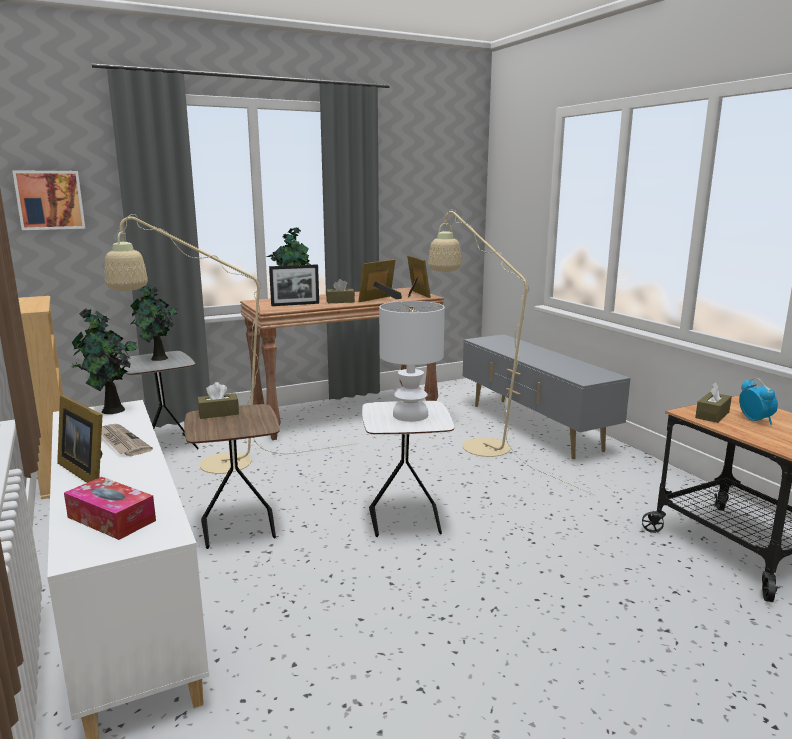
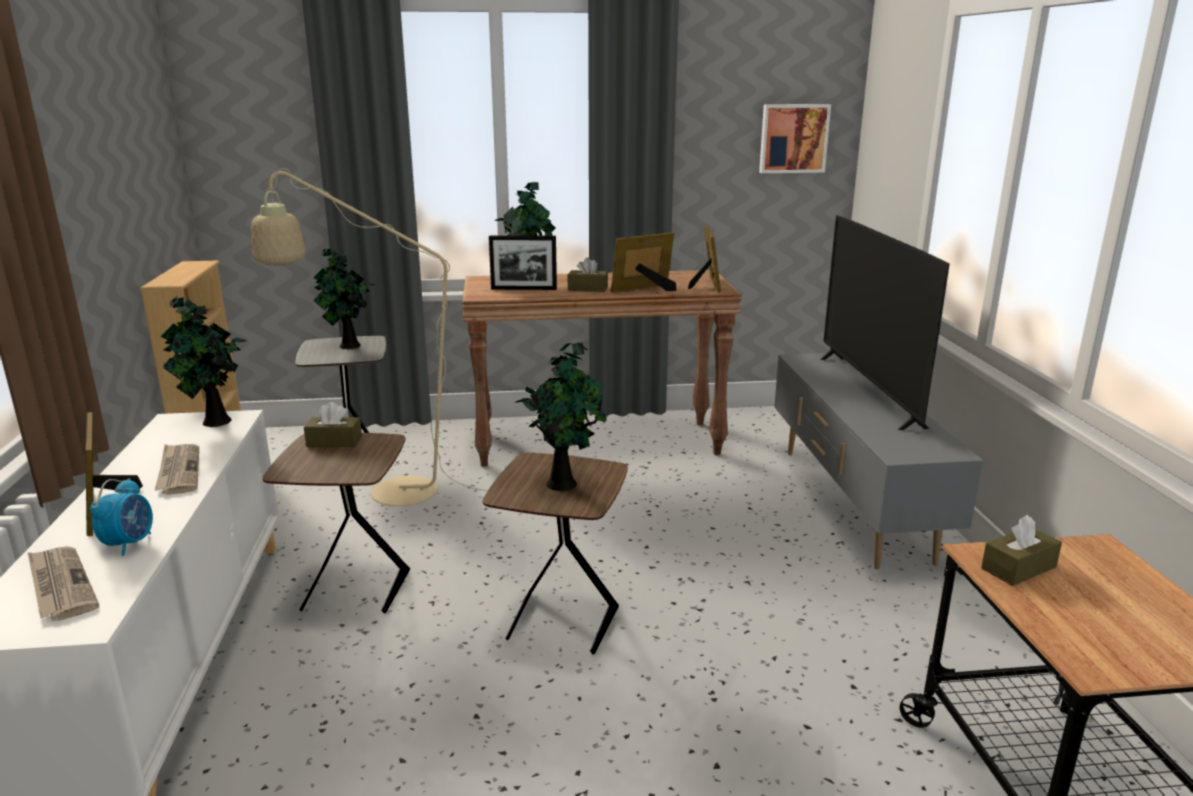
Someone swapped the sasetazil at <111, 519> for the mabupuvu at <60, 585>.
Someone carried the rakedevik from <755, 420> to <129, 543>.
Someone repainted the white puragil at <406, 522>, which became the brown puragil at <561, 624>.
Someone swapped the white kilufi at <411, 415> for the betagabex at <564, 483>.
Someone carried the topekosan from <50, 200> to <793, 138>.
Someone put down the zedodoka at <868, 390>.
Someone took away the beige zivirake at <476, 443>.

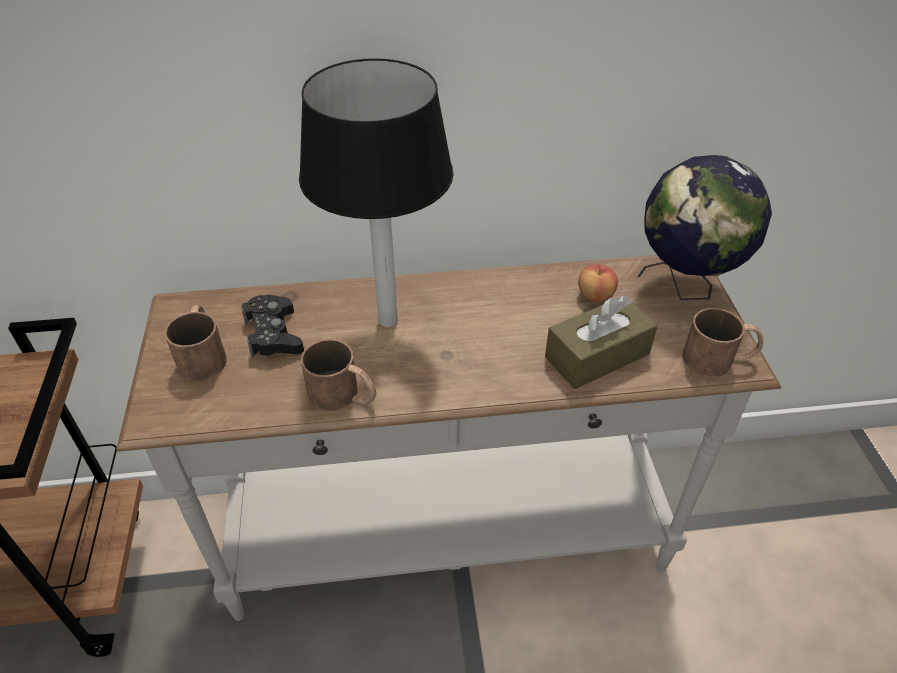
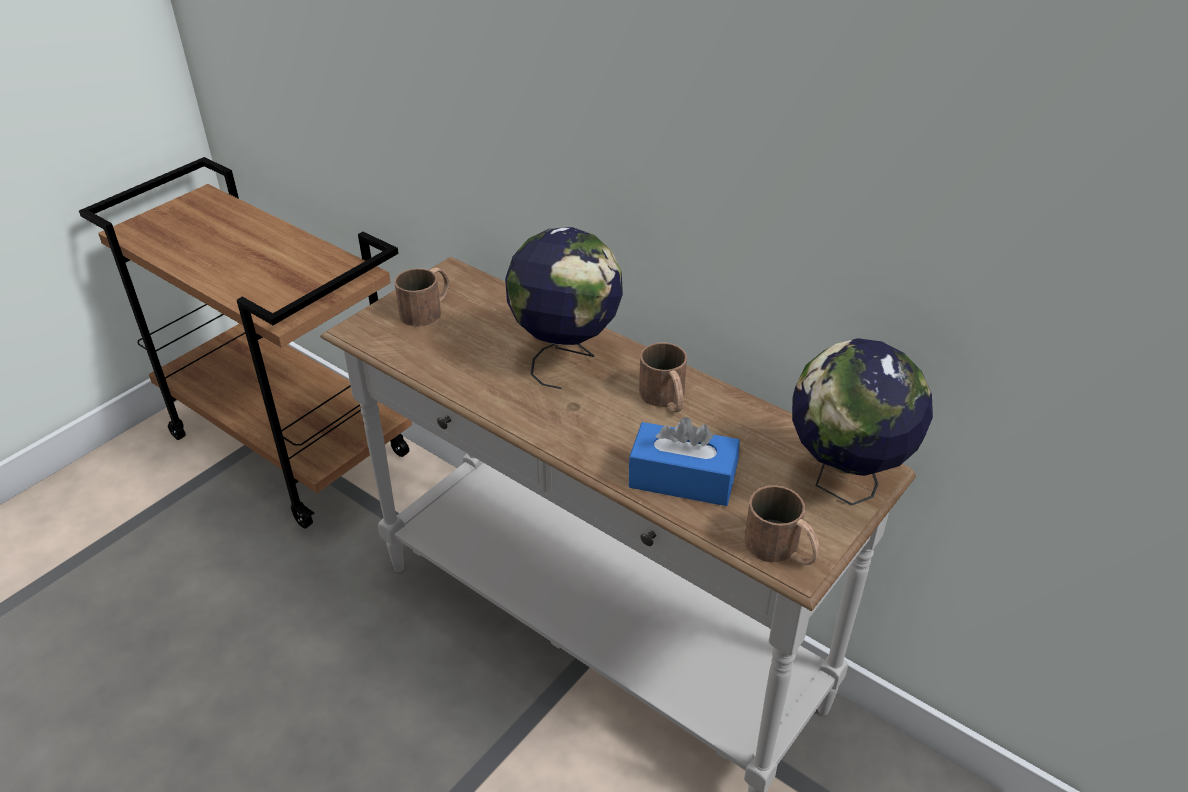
Someone swapped the kilufi at <386, 320> for the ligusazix at <565, 358>.
Someone repainted the brown sasetazil at <597, 355>, which became the blue sasetazil at <682, 479>.
Someone carried the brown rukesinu from <344, 396> to <666, 399>.
Someone took away the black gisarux at <273, 334>.
Someone took away the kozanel at <595, 295>.

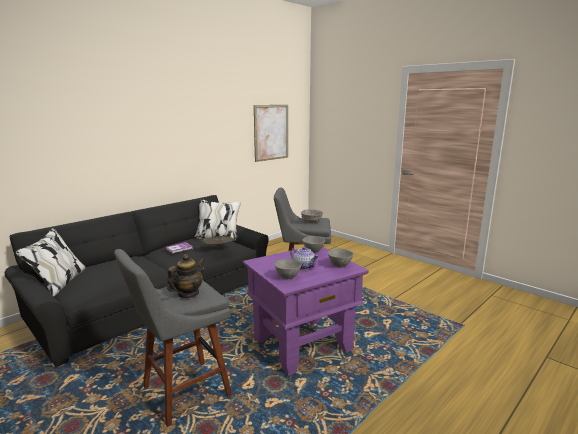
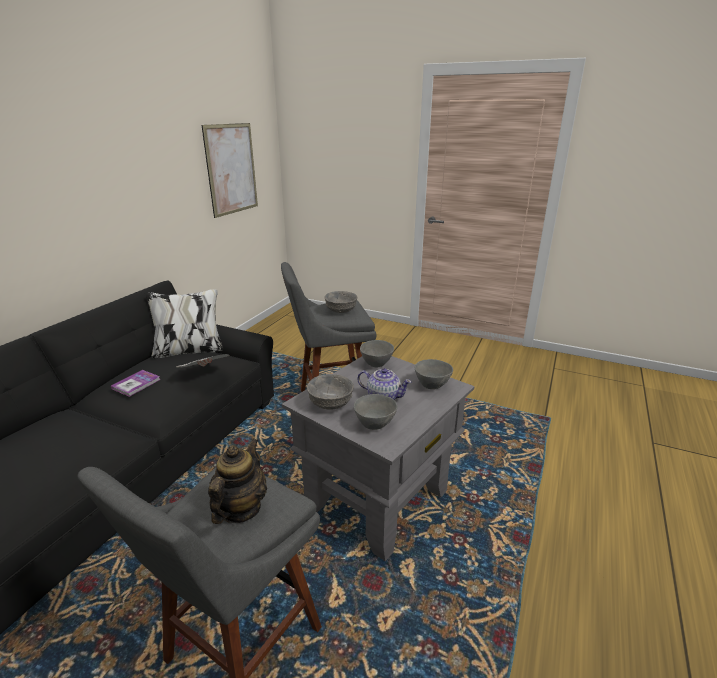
Someone repainted the purple puragil at <303, 345>, which became the grey puragil at <378, 500>.
Someone put down the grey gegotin at <330, 404>.

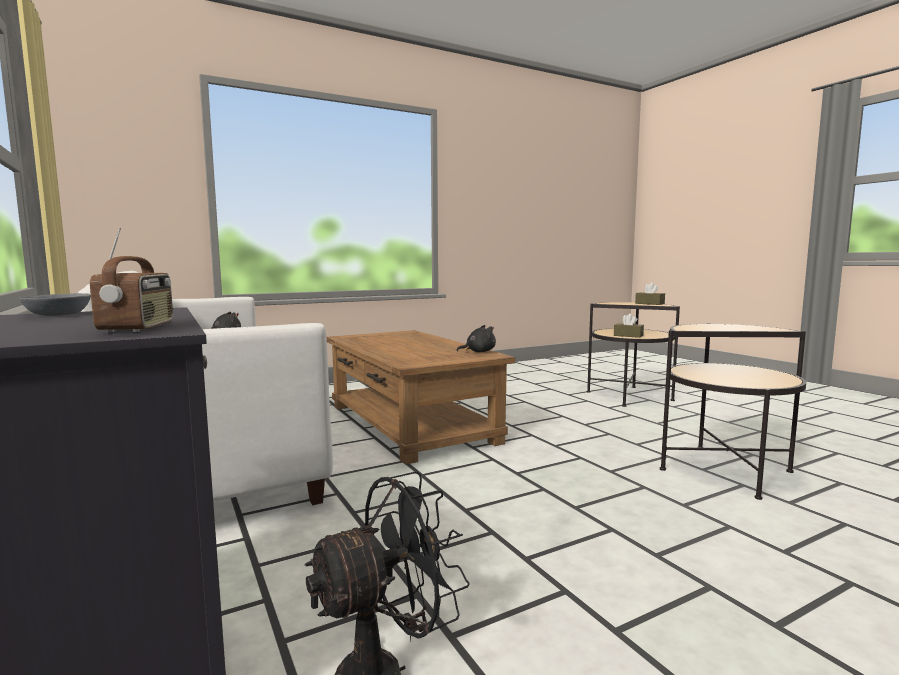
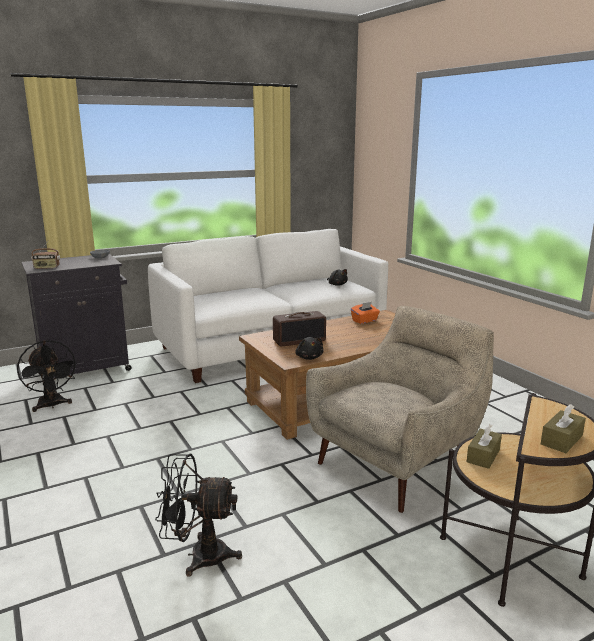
Someone swapped the puragil at <725, 470> for the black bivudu at <199, 555>.
Someone put down the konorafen at <299, 340>.
Someone put down the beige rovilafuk at <397, 464>.
Someone put down the orange sasetazil at <364, 321>.

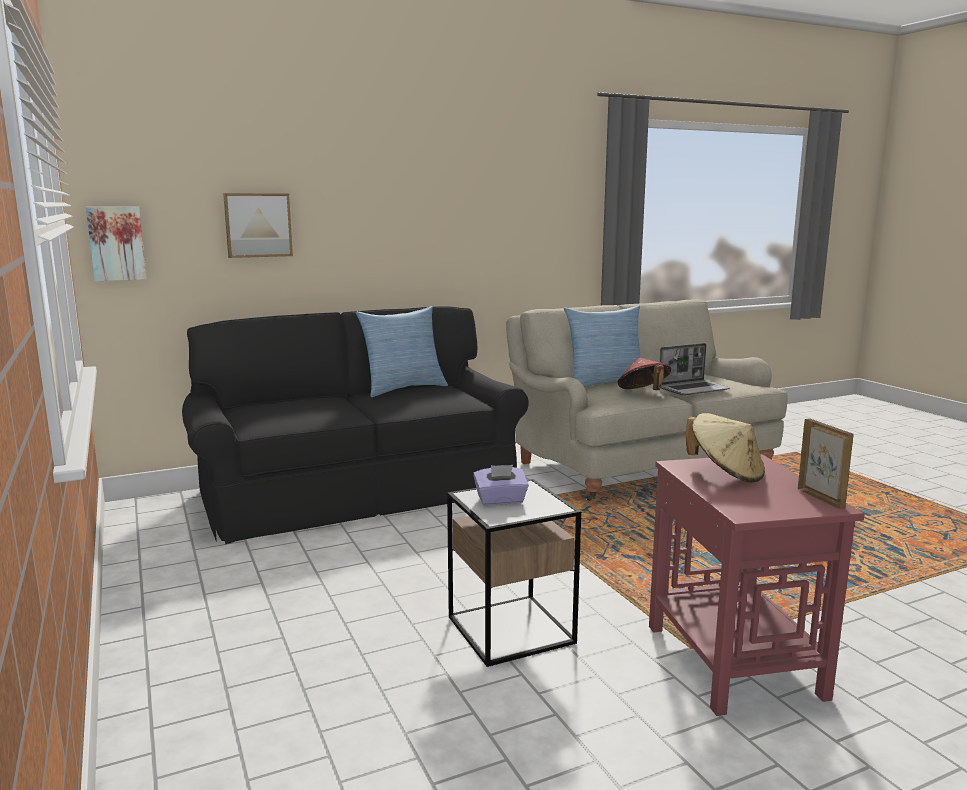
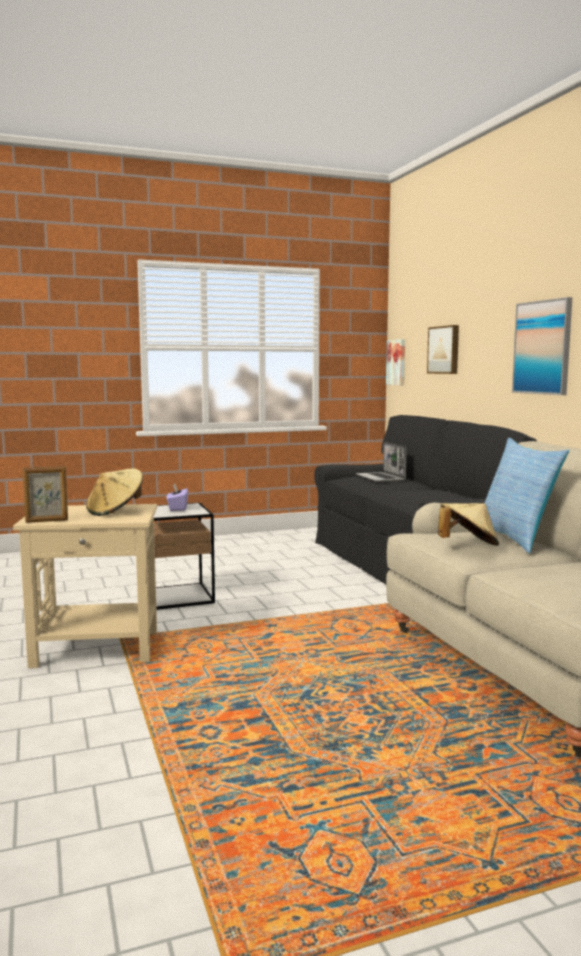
Someone repainted the red puragil at <734, 660>, which became the beige puragil at <96, 648>.
Someone carried the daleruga from <693, 389> to <381, 478>.
Someone repainted the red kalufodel at <643, 393>, which became the beige kalufodel at <467, 545>.
Someone put up the topekosan at <542, 347>.
Someone took away the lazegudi at <403, 388>.

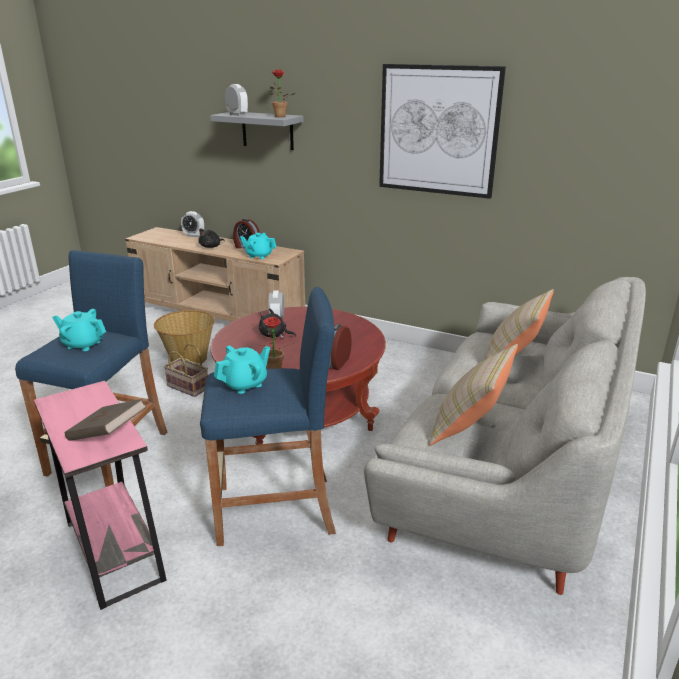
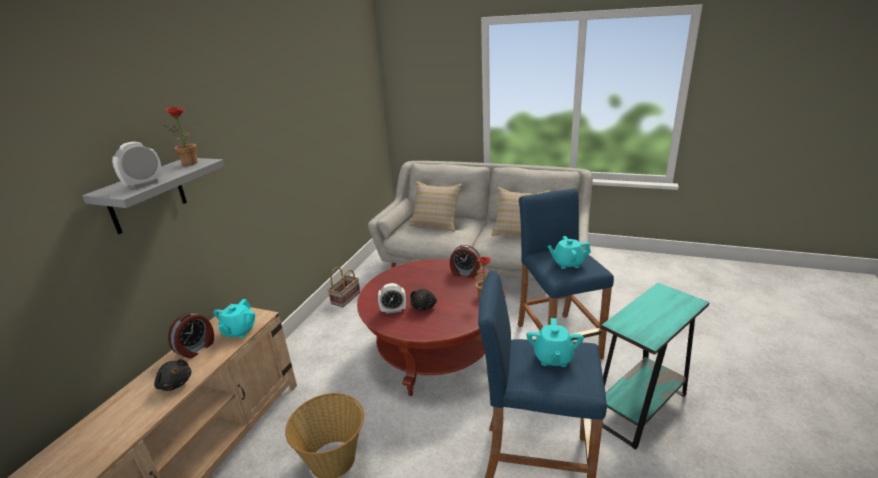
Someone carried the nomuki from <186, 387> to <345, 299>.
Someone rotated the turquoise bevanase at <245, 384> by 45 degrees counterclockwise.
Someone repainted the pink puragil at <114, 550>, which became the turquoise puragil at <640, 407>.
Someone took away the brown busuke at <108, 435>.
Someone took away the rakedevik at <194, 235>.
Someone took away the topekosan at <438, 131>.

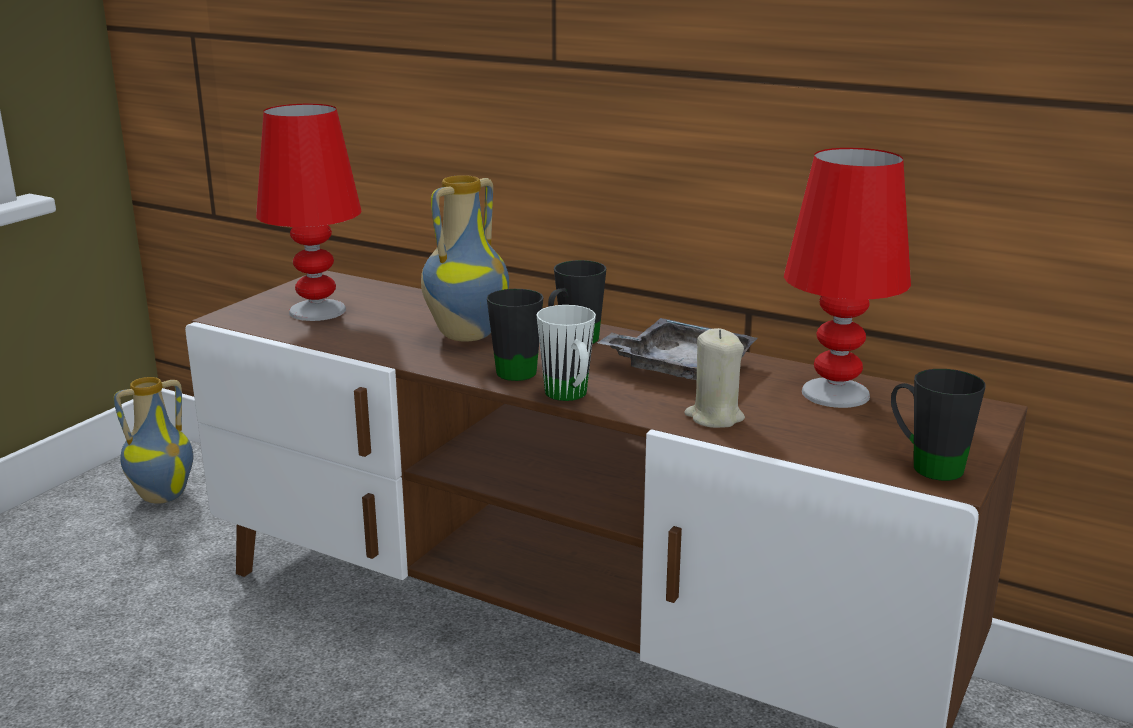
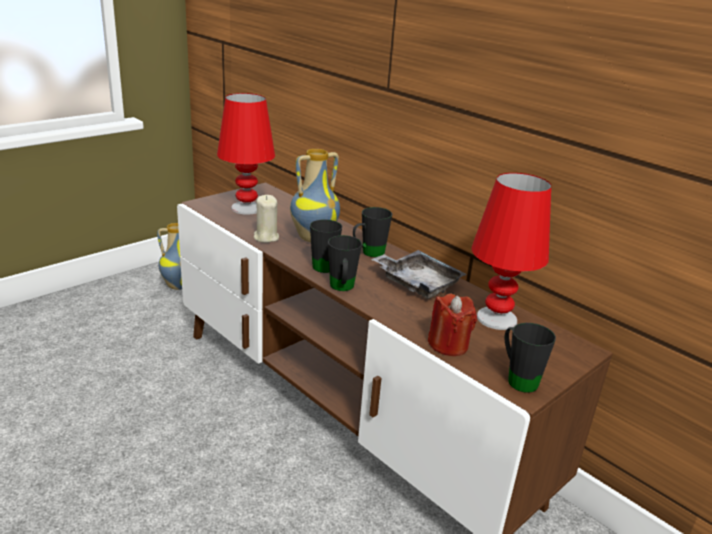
Someone carried the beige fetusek from <714, 417> to <266, 237>.
Someone repainted the white rukesinu at <570, 397>, which became the black rukesinu at <342, 288>.
Someone put down the red fetusek at <448, 345>.

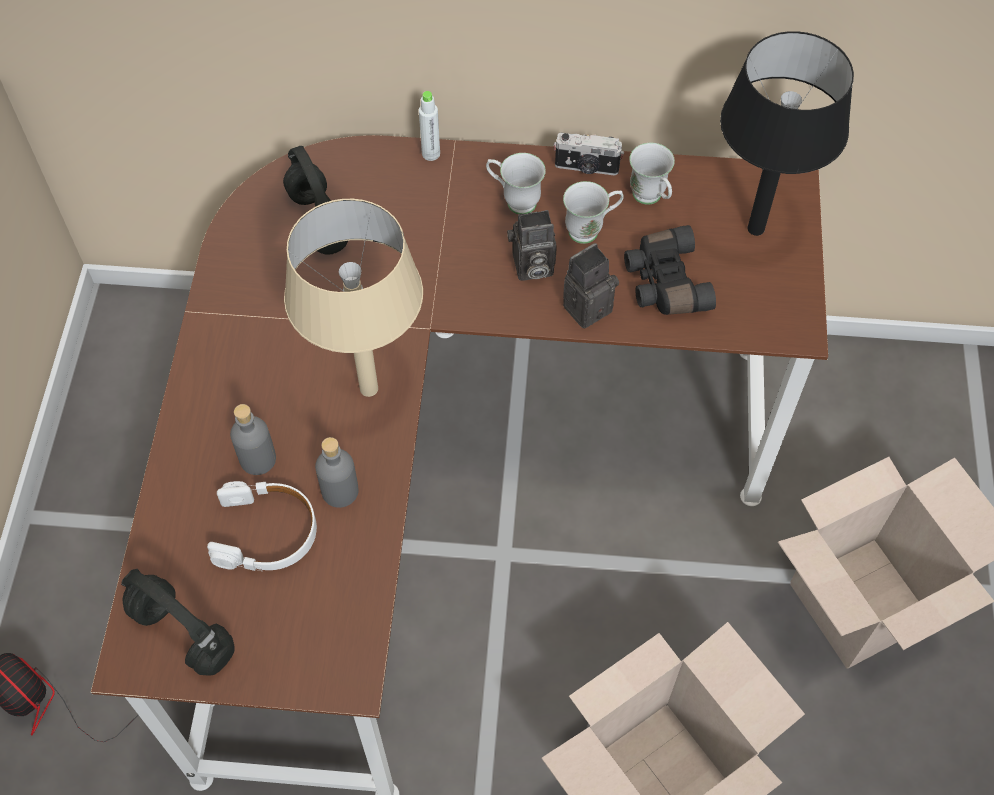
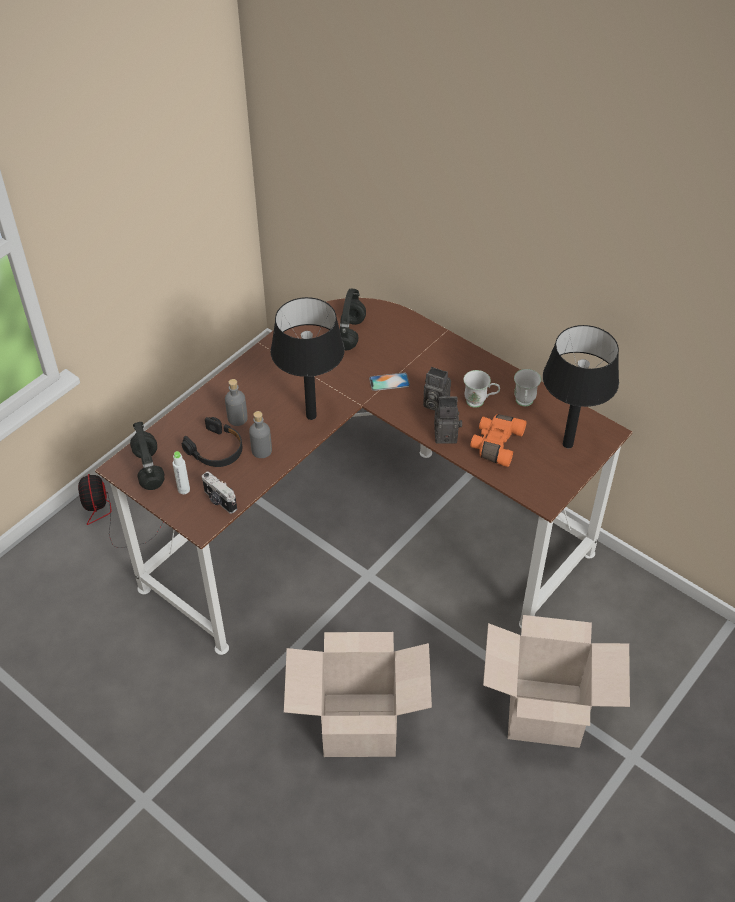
Someone carried the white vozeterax from <431, 154> to <184, 489>.
Someone repainted the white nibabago at <267, 533>, which became the black nibabago at <216, 449>.
Someone carried the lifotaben from <586, 168> to <219, 501>.
Someone repainted the beige kilufi at <368, 389>, which became the black kilufi at <310, 415>.
Someone put down the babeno at <389, 382>.
Someone repainted the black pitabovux at <664, 282>, which became the orange pitabovux at <495, 444>.
Someone took away the white rukesinu at <514, 201>.

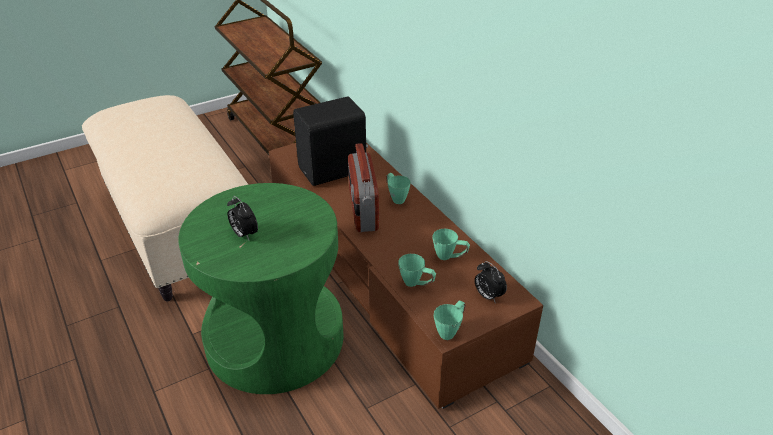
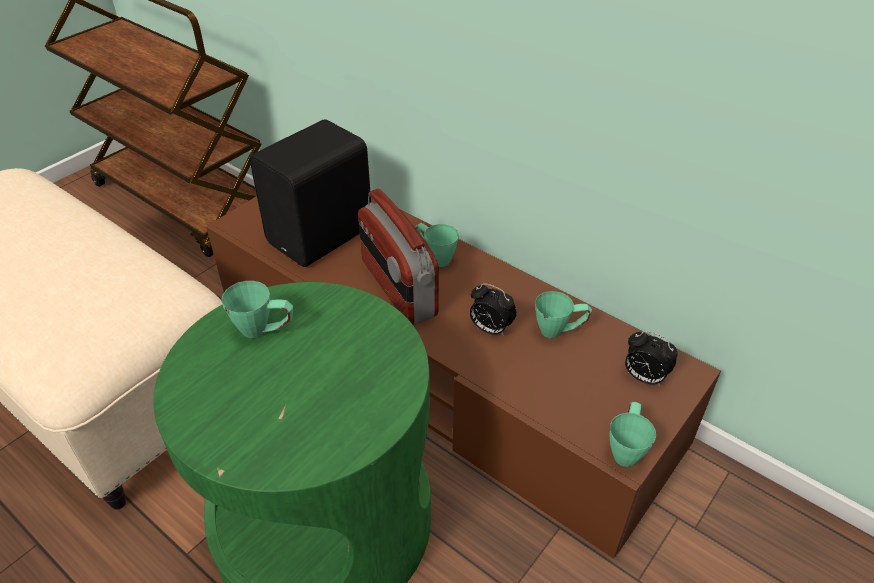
Someone carried the green rukesinu from <416, 284> to <264, 331>.
Someone carried the rakedevik from <244, 234> to <490, 329>.

